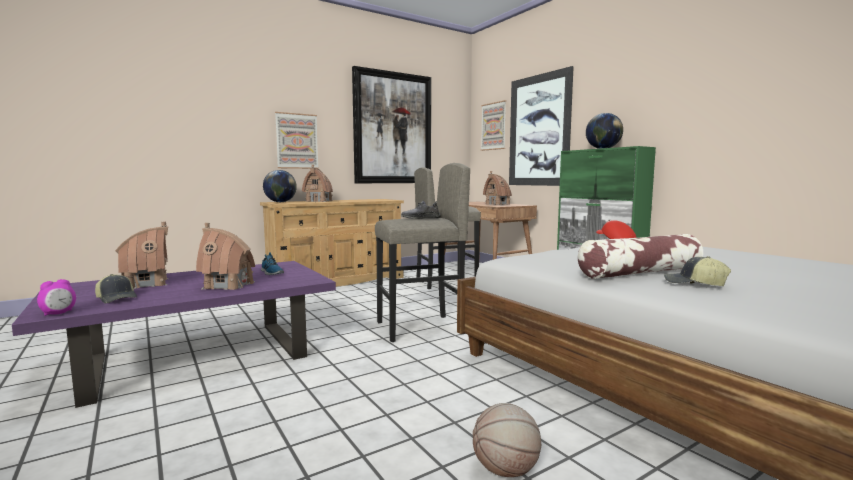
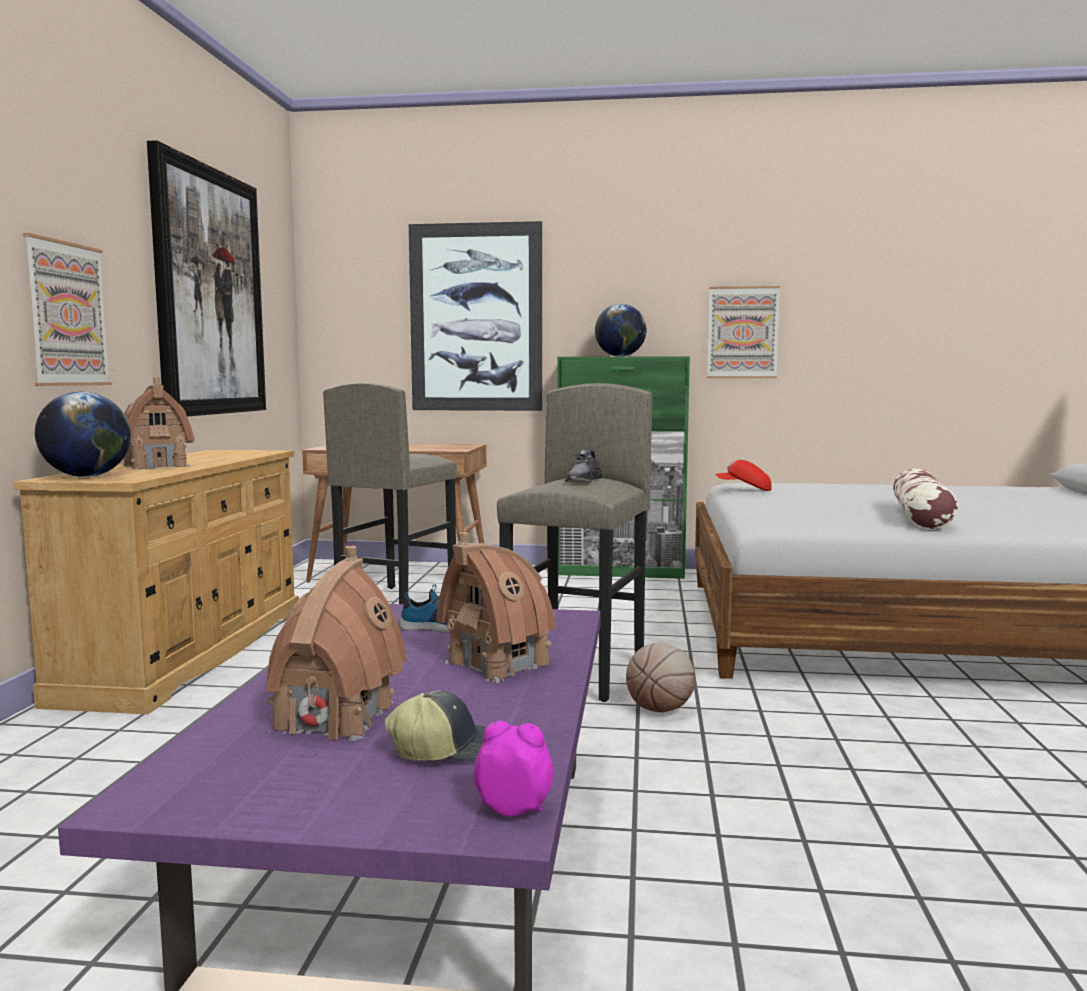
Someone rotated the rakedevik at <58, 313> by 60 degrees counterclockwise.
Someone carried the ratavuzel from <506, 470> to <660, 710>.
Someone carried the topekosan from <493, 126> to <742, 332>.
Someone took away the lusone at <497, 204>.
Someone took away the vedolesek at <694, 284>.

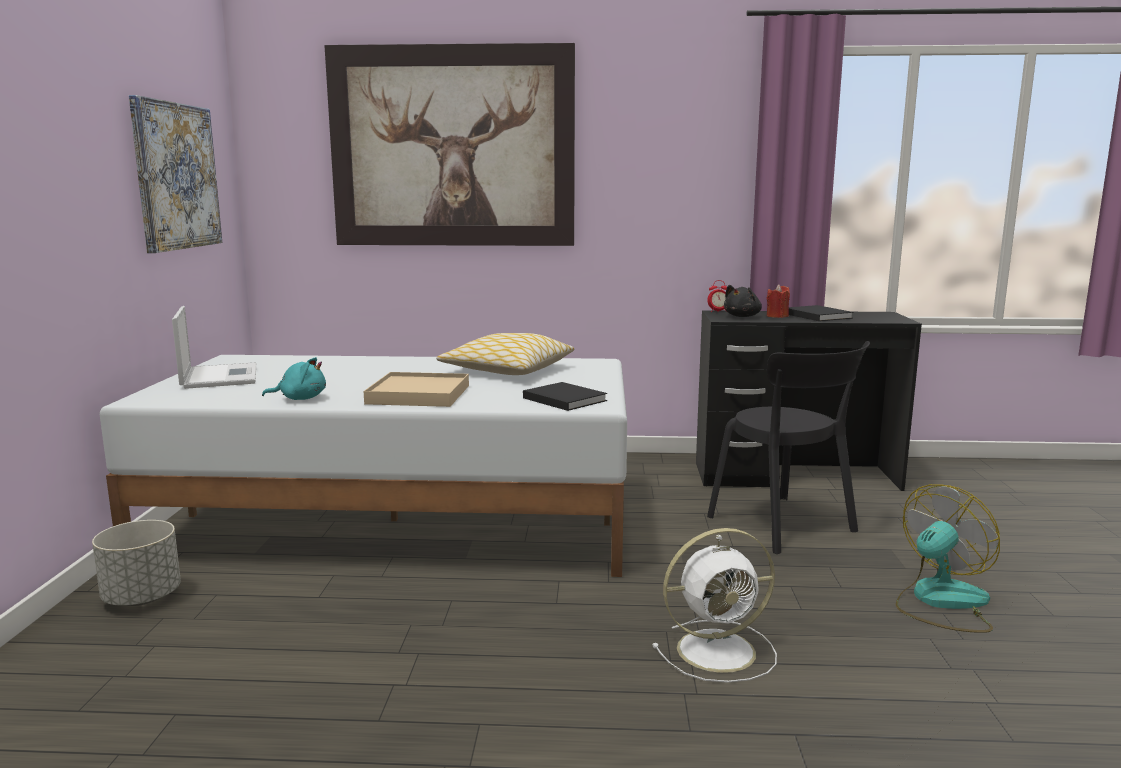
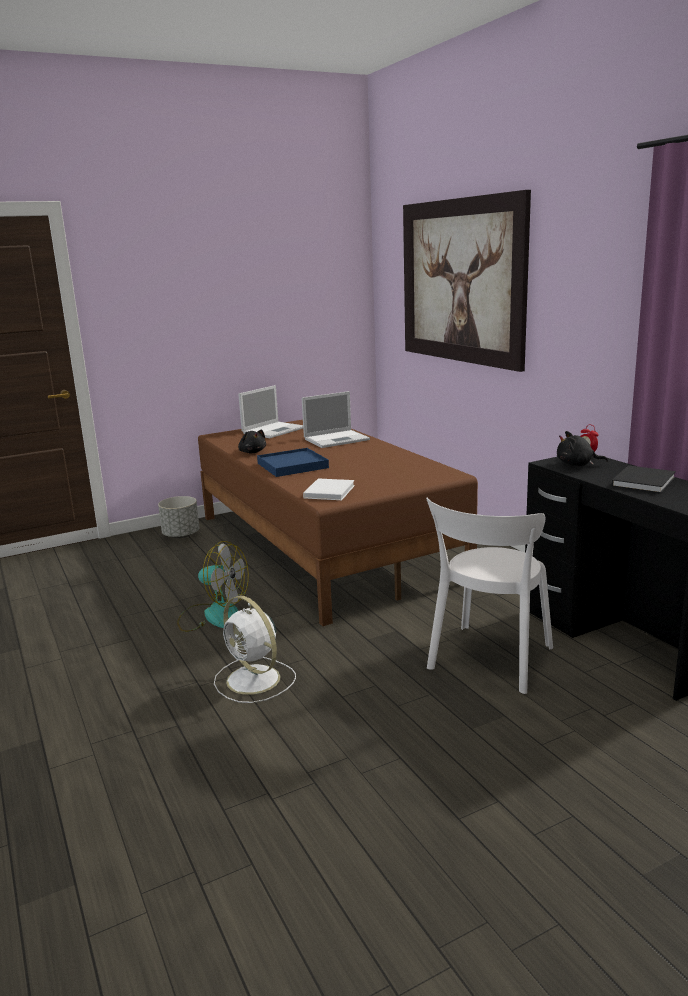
Someone carried the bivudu from <940, 602> to <213, 615>.
Someone repainted the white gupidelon at <396, 519>, which became the brown gupidelon at <325, 545>.
Someone repainted the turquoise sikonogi at <300, 398>, which became the black sikonogi at <252, 452>.
Someone repainted the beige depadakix at <418, 395>, which became the blue depadakix at <292, 465>.
Someone put down the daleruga at <337, 439>.
Someone repainted the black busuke at <563, 399>, which became the white busuke at <330, 491>.
Someone repainted the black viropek at <785, 526>, which became the white viropek at <488, 660>.
Someone took away the topekosan at <176, 176>.
Someone took away the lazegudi at <507, 370>.
Someone took away the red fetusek at <777, 316>.

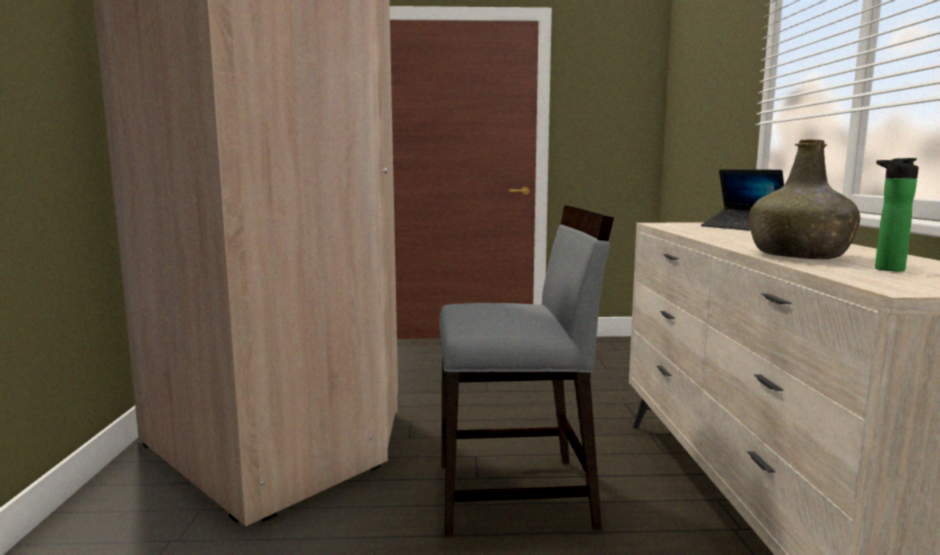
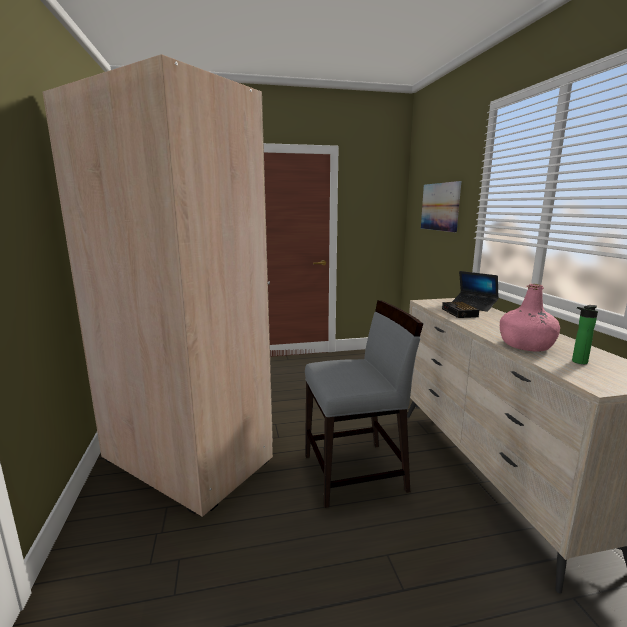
Someone put up the topekosan at <440, 207>.
Someone put down the rakedevik at <460, 313>.
Someone repainted the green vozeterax at <800, 255>, which became the pink vozeterax at <526, 346>.

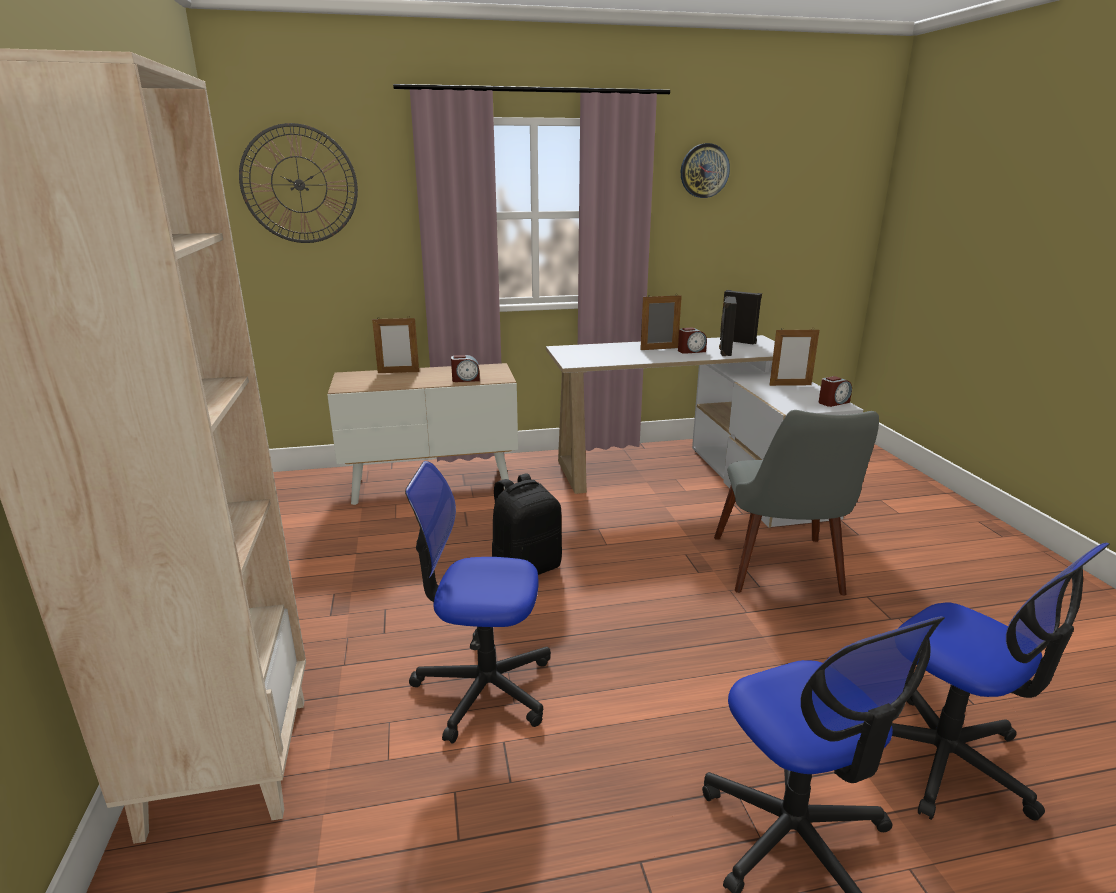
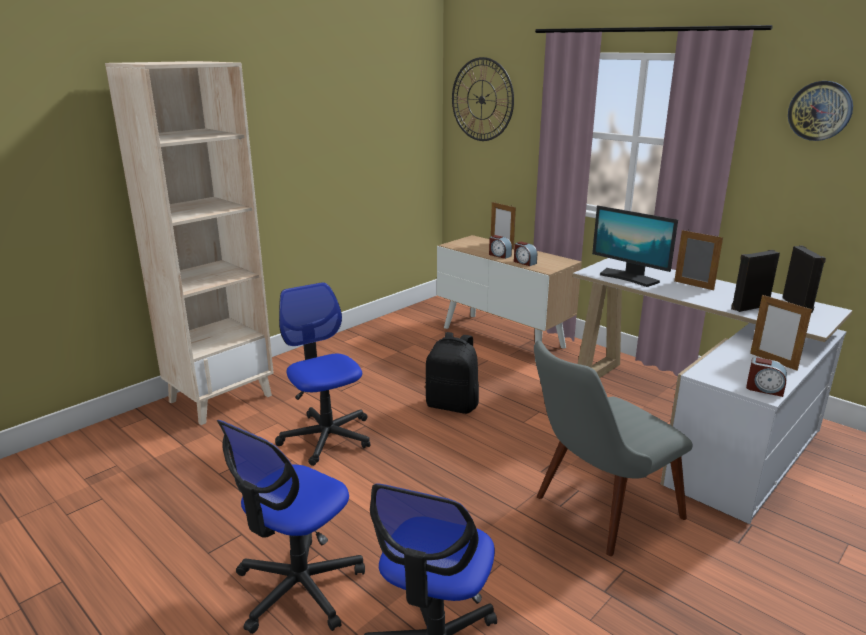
Someone carried the rakedevik from <691, 351> to <499, 255>.
Someone put down the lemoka at <629, 277>.

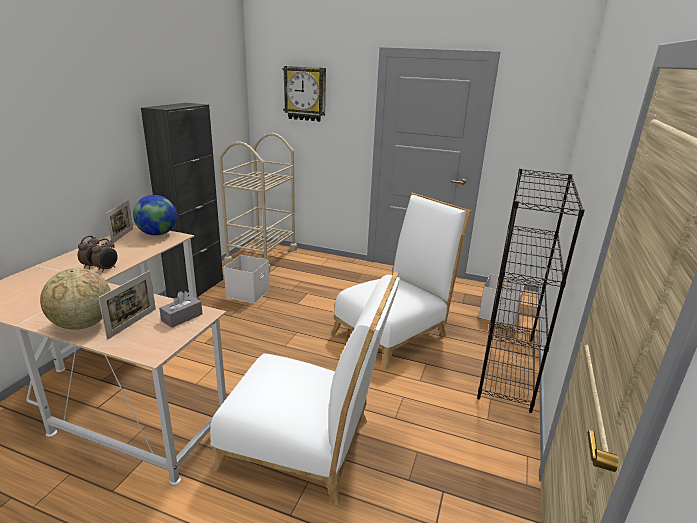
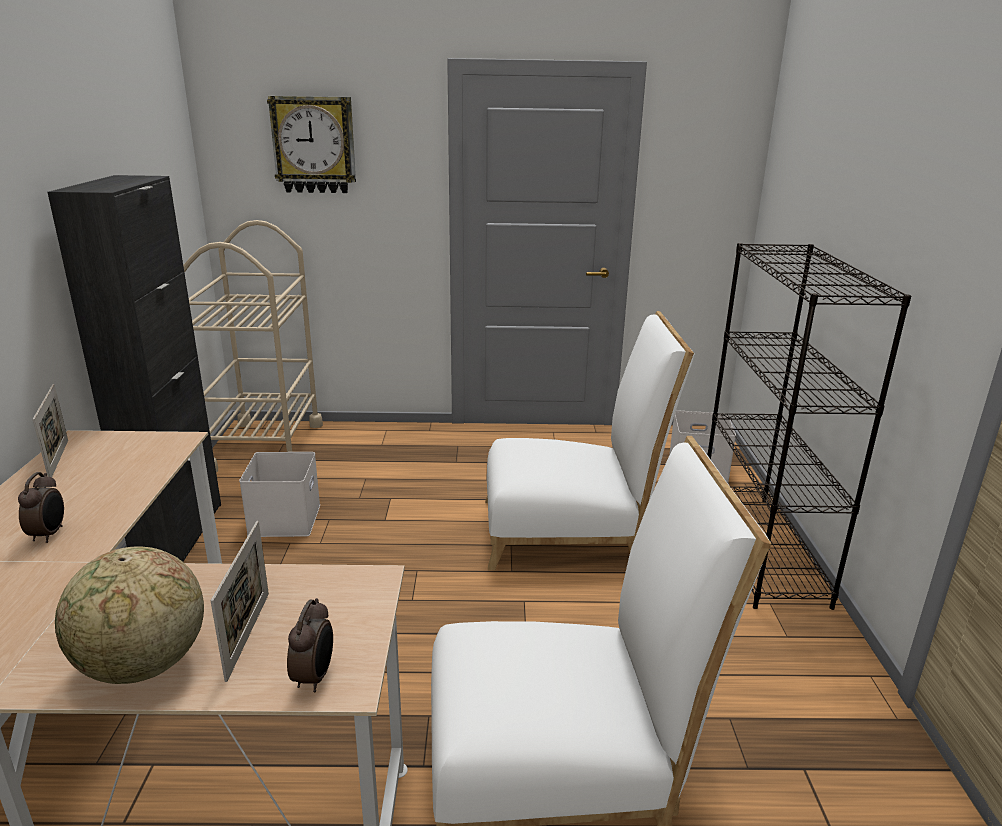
Someone carried the rakedevik from <107, 269> to <315, 677>.
Someone rotated the white viropek at <394, 332> by 60 degrees clockwise.
Someone took away the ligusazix at <157, 234>.
Someone took away the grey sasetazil at <182, 317>.

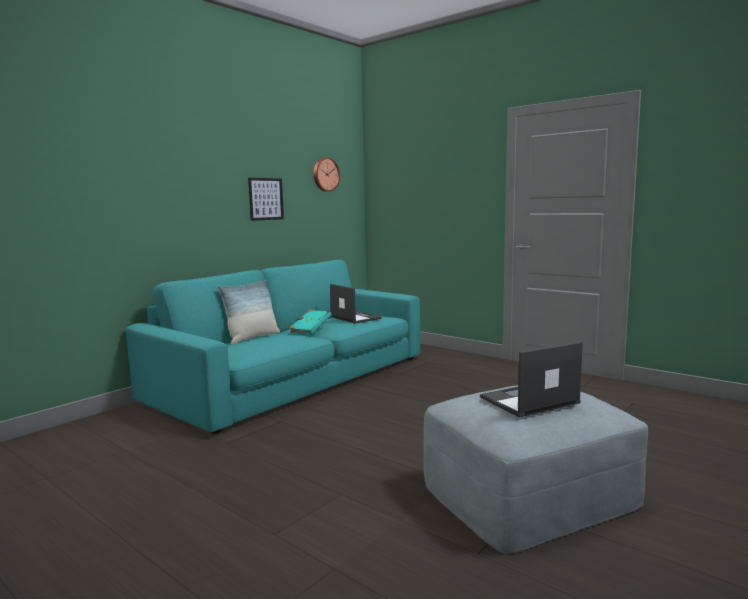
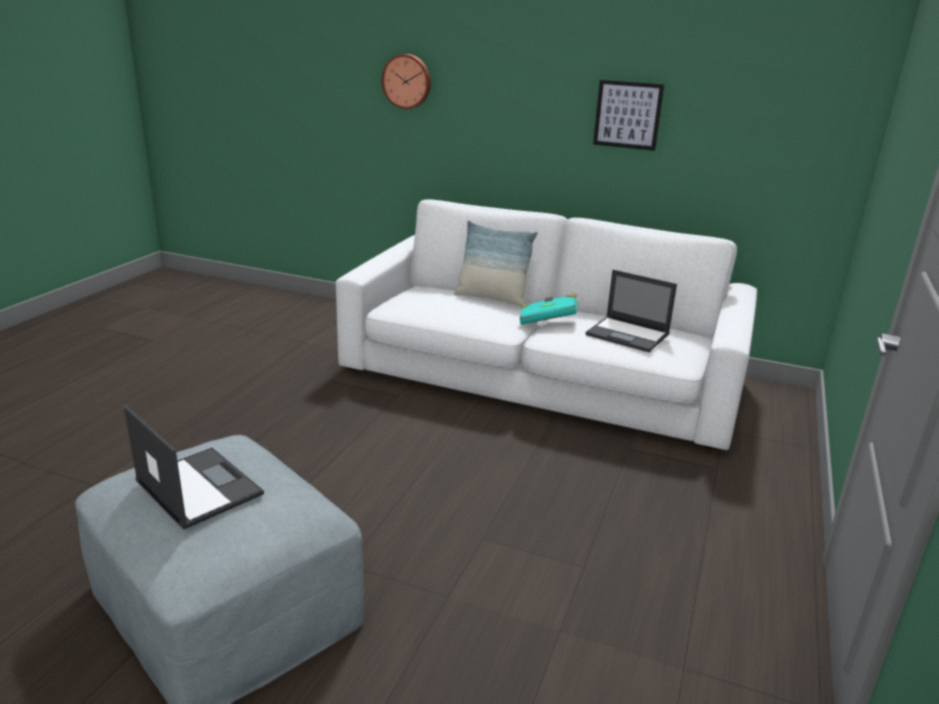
Someone repainted the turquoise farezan at <294, 379>, which became the white farezan at <540, 375>.
Someone carried the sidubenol from <325, 174> to <407, 81>.
Someone rotated the daleruga at <355, 317> by 90 degrees clockwise.

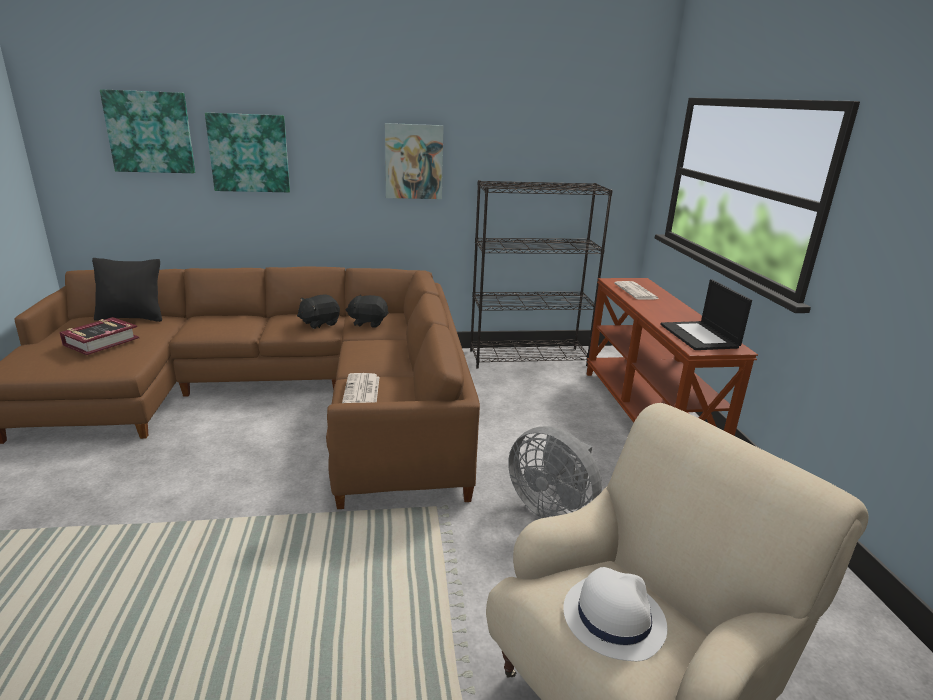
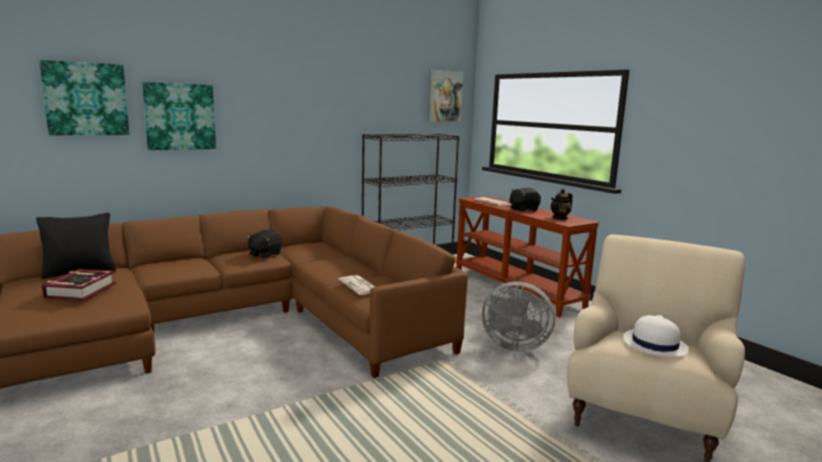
Someone carried the topekosan from <413, 161> to <444, 96>.
Someone carried the black sikonogi from <368, 323> to <523, 210>.
Someone swapped the daleruga at <700, 336> for the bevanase at <560, 218>.

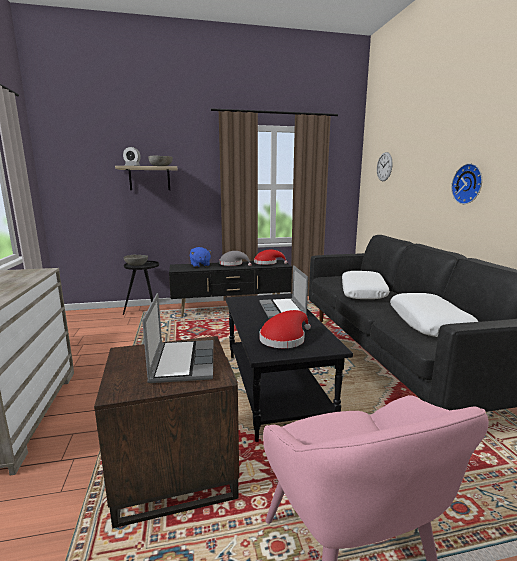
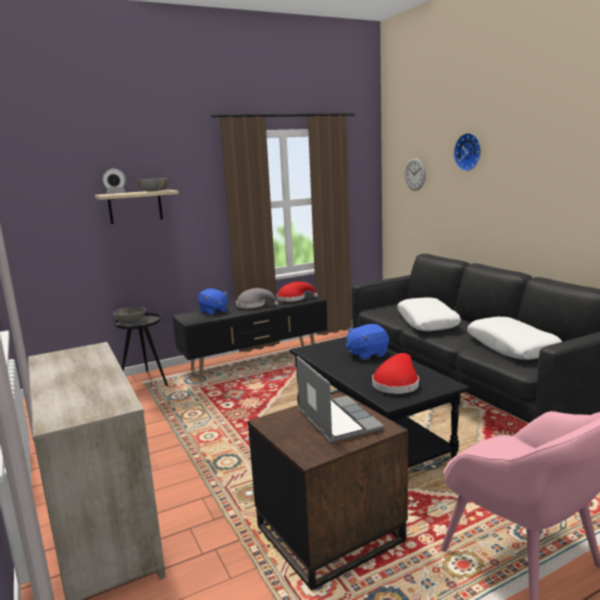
Someone swapped the daleruga at <283, 310> for the blue sikonogi at <367, 354>.
Someone carried the sidubenol from <469, 184> to <469, 152>.

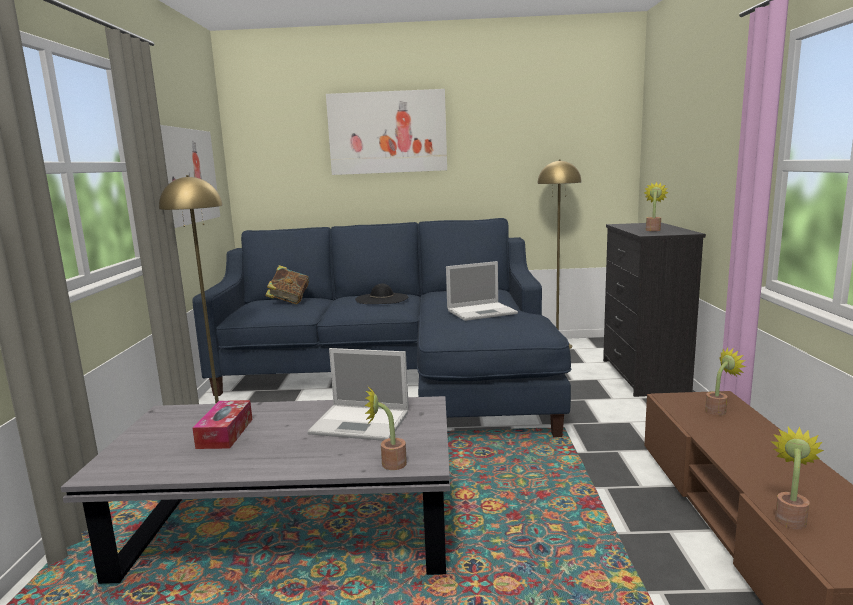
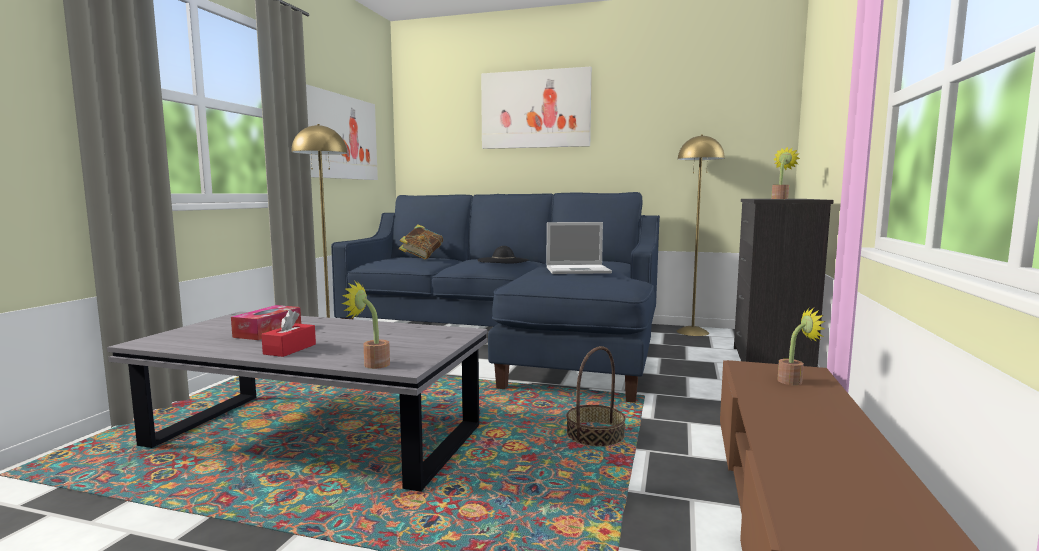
Someone put down the red sasetazil at <290, 349>.
Someone put down the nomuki at <595, 435>.
Someone took away the daleruga at <362, 423>.
Someone took away the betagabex at <790, 518>.

